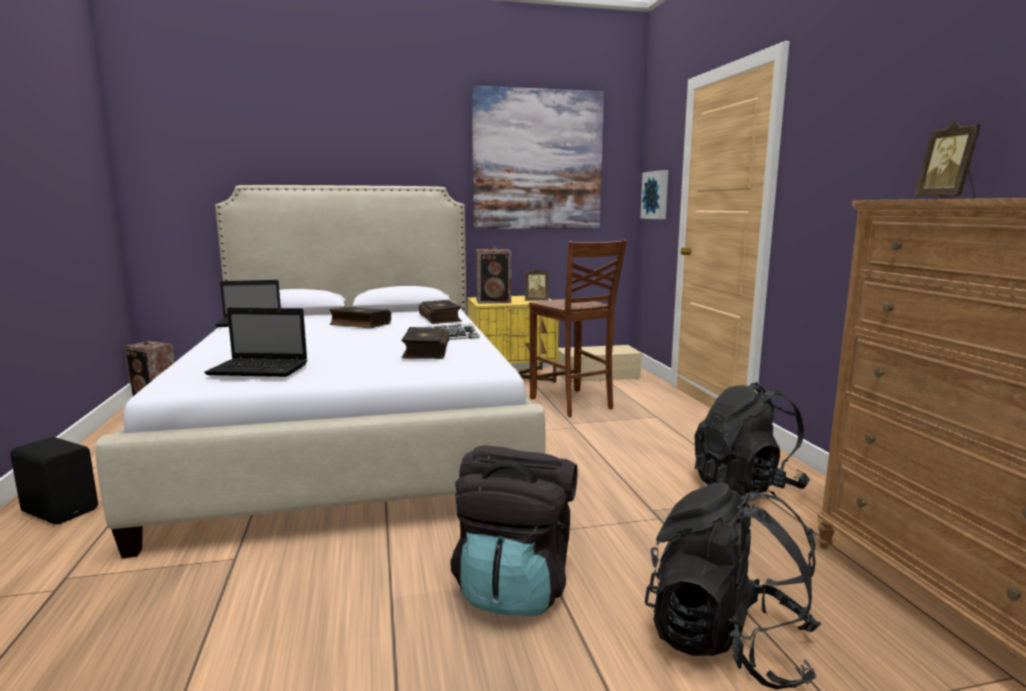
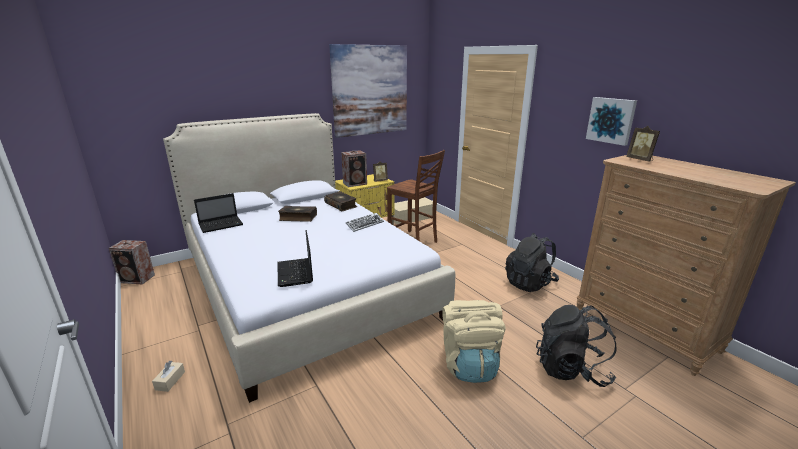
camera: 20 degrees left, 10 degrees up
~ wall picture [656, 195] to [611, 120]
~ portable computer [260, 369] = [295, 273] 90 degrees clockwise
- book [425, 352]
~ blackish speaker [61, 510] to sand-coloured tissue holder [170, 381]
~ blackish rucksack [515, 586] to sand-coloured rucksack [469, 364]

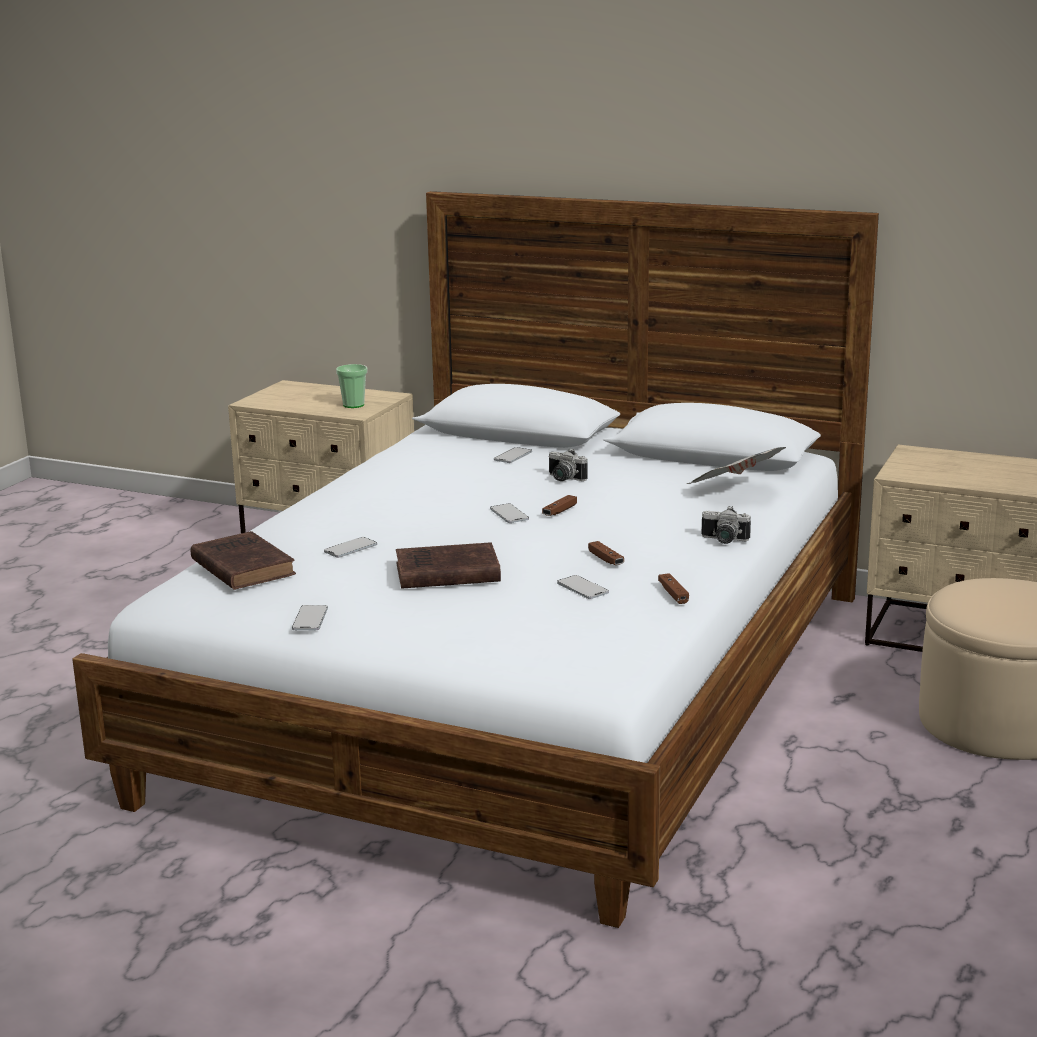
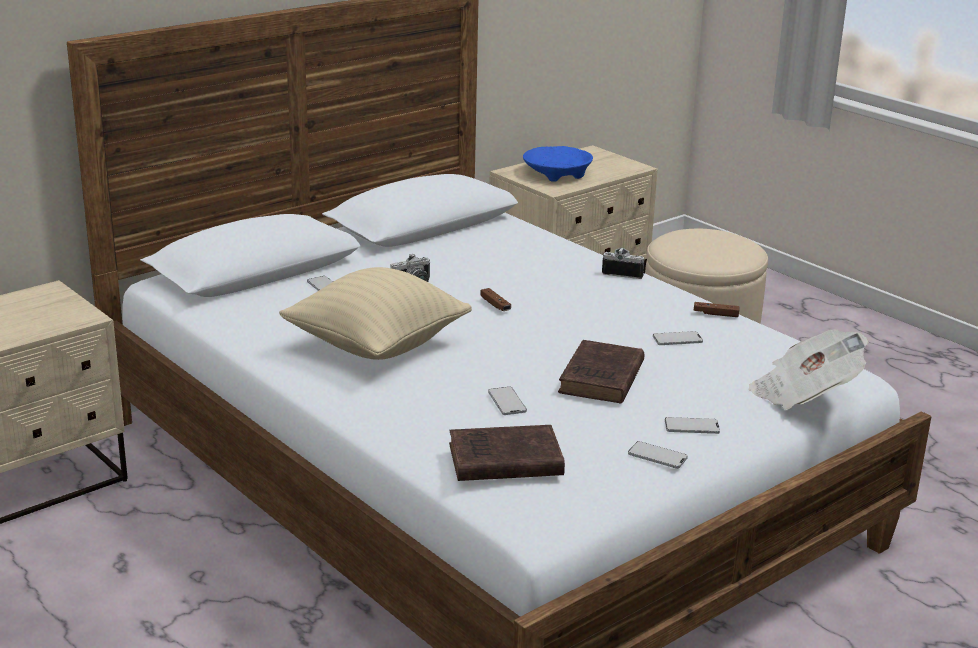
camera: 65 degrees left, 5 degrees up
- small cup [353, 405]
~ daily paper [734, 490] to [804, 394]
~ handset [509, 514] to [691, 427]
~ still camera [723, 541] = [623, 272] 120 degrees counterclockwise
- brownish gamepad [605, 559]
+ blue-coloured bowl [556, 174]
+ sand-coloured cushion [376, 346]

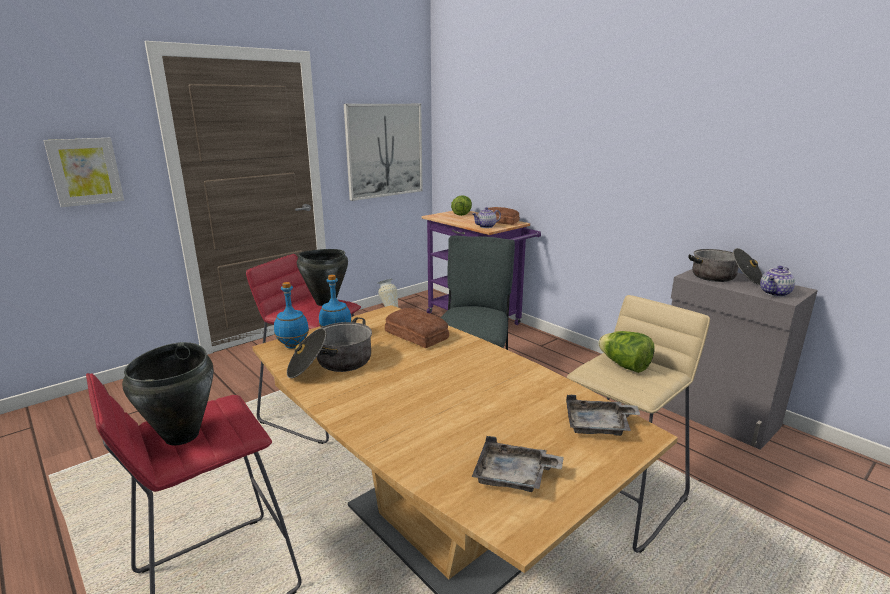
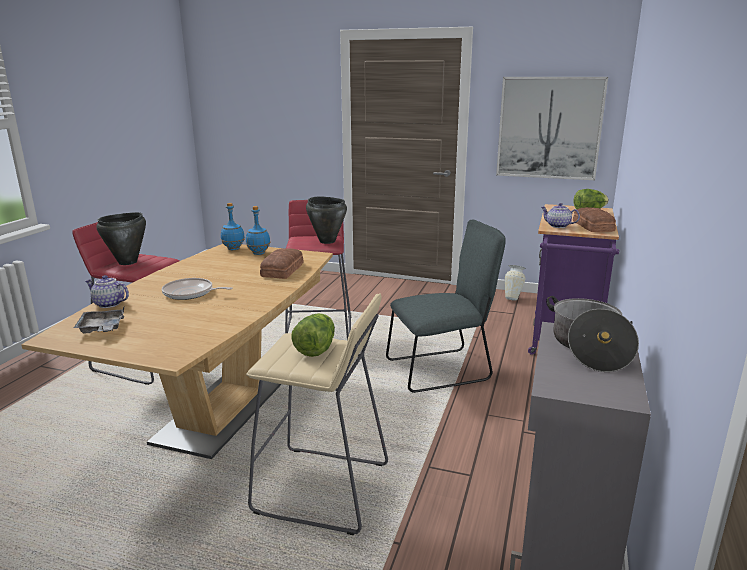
camera: 60 degrees right, 0 degrees up
- wall picture [85, 171]
~ teapot [775, 293] to [108, 304]
- cooking pot [331, 364]
- gray tray [598, 426]
+ skillet [190, 293]

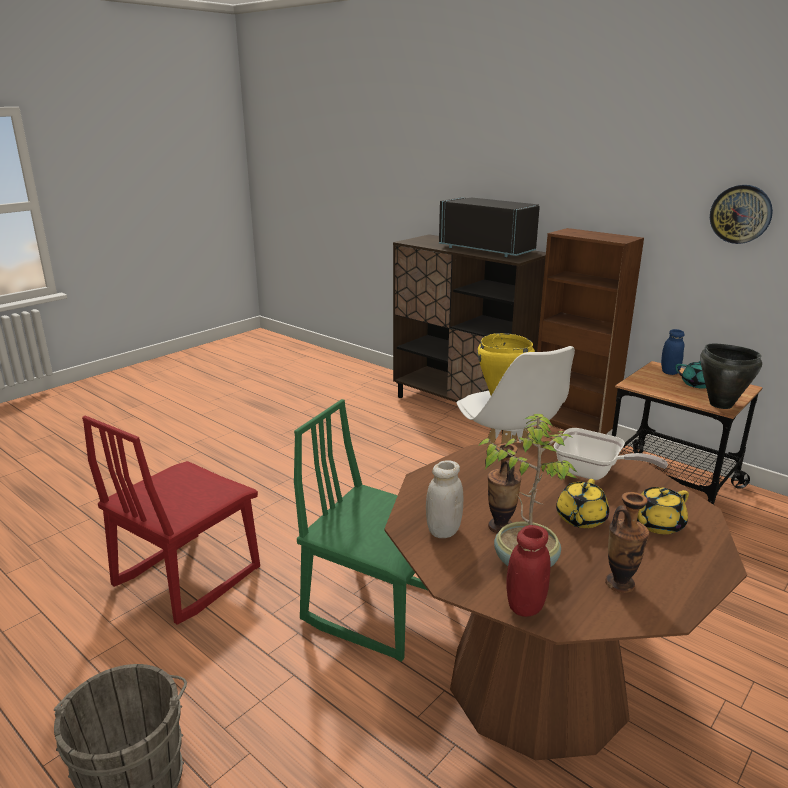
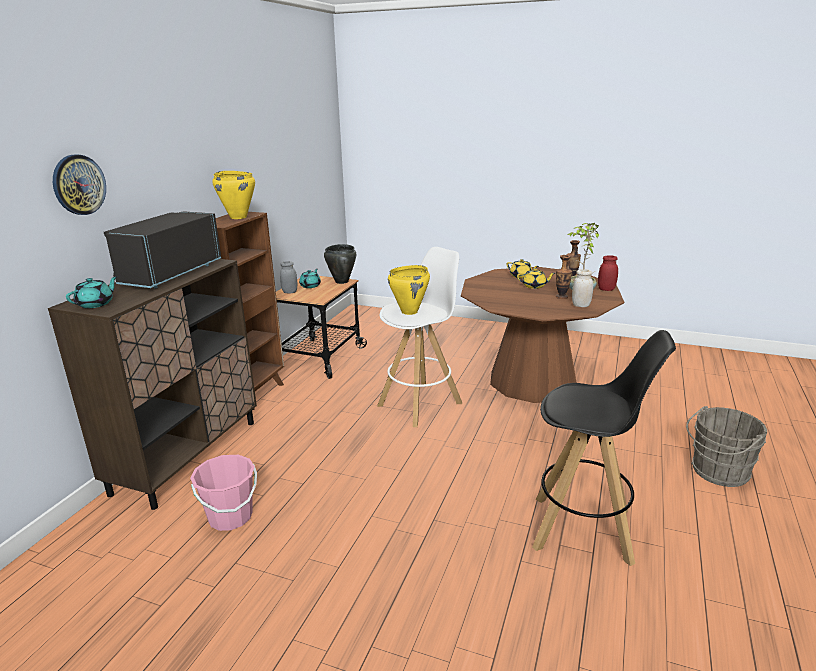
camera: 110 degrees left, 0 degrees up
~ wall clock [740, 214] to [78, 185]
~ blue-coloured storage jar [669, 372] to gray storage jar [289, 292]
- green chair [377, 607]
~ reddish chair [186, 576] to blackish sitting stool [583, 529]
- skillet [593, 473]
+ yellowish cooking pot [238, 217]
+ blue-green teapot [96, 304]
+ pinkish pail [230, 517]

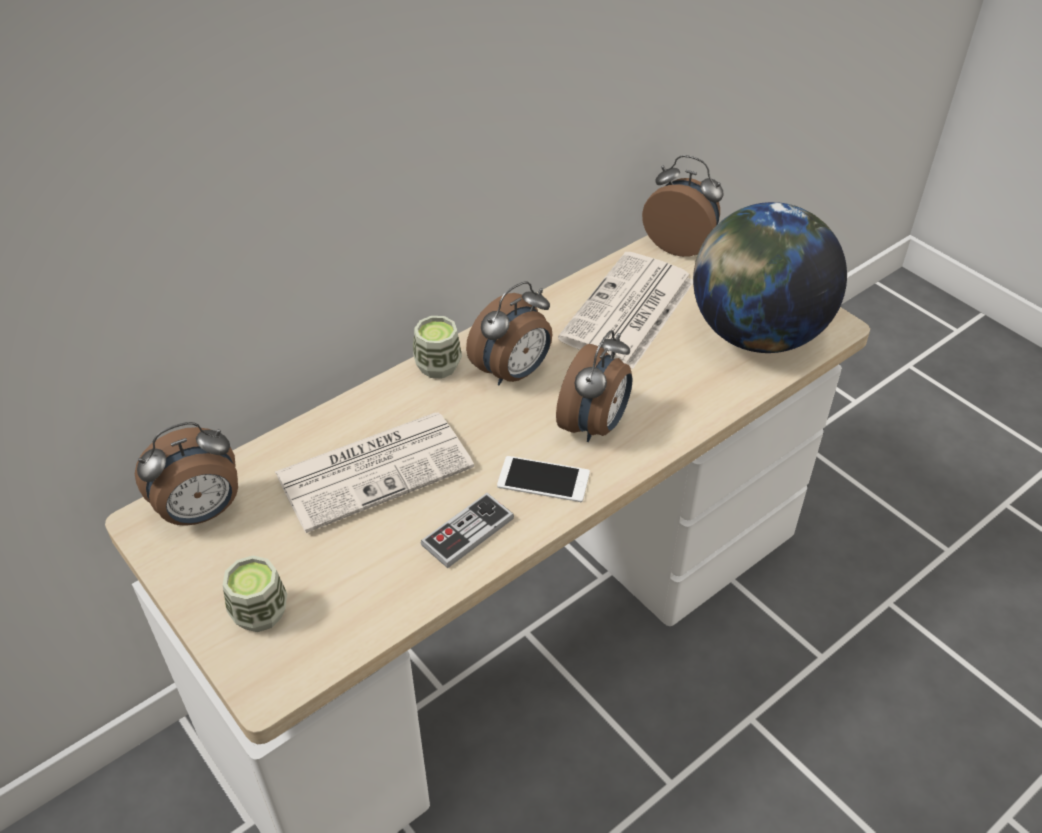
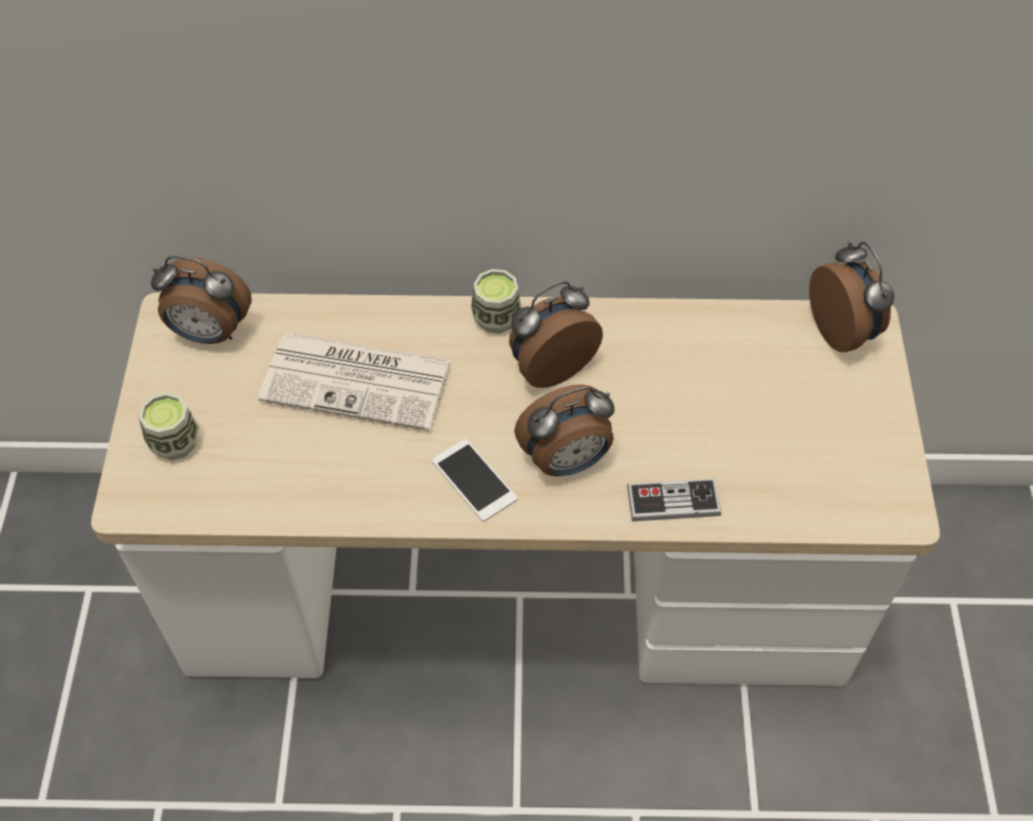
camera: 40 degrees right, 10 degrees up
- desk globe [756, 334]
- daily paper [628, 312]
~ bedside clock [513, 373] = [550, 366] 150 degrees clockwise
~ gamepad [467, 532] to [673, 501]

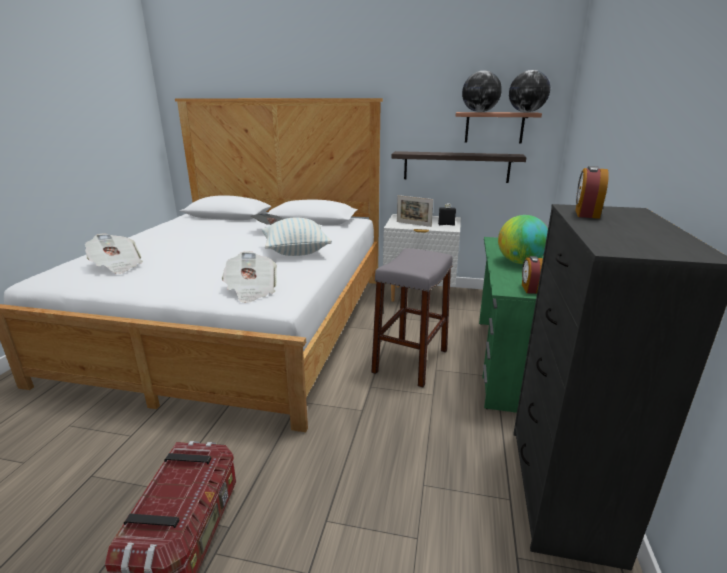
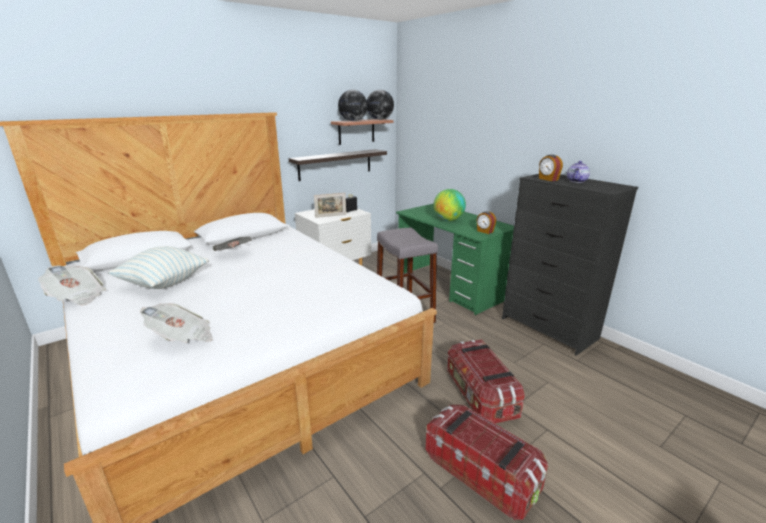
camera: 50 degrees left, 0 degrees up
~ cushion [296, 252] to [164, 283]
~ daily paper [251, 291] to [77, 297]
+ teapot [577, 181]
+ storage bin [479, 395]

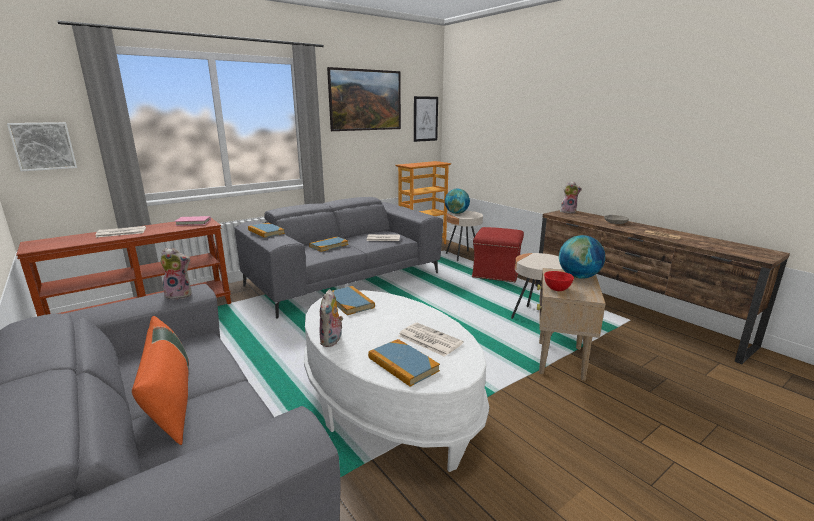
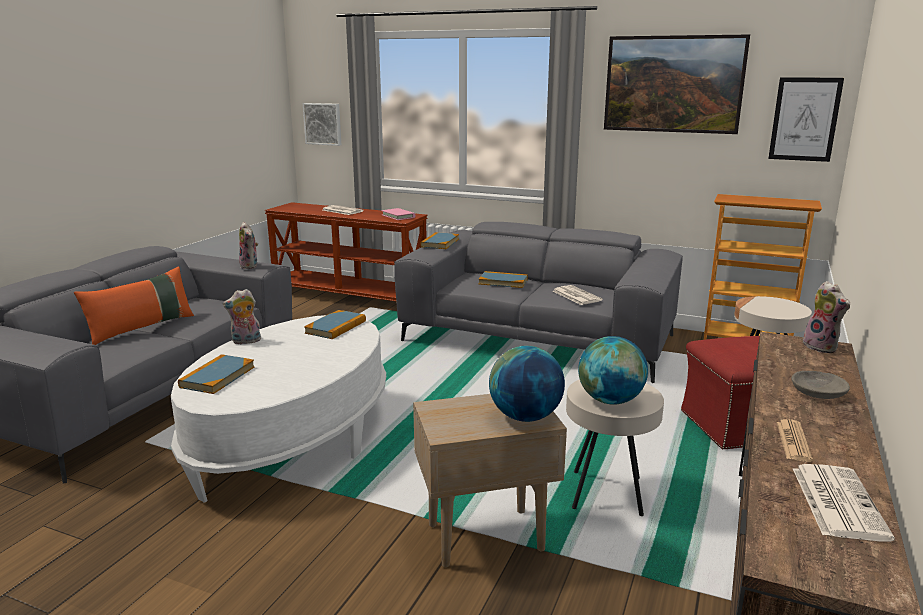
camera: 60 degrees right, 0 degrees up
~ desk globe [456, 213] to [610, 400]
- reddish bowl [556, 289]
~ daily paper [428, 339] to [837, 501]

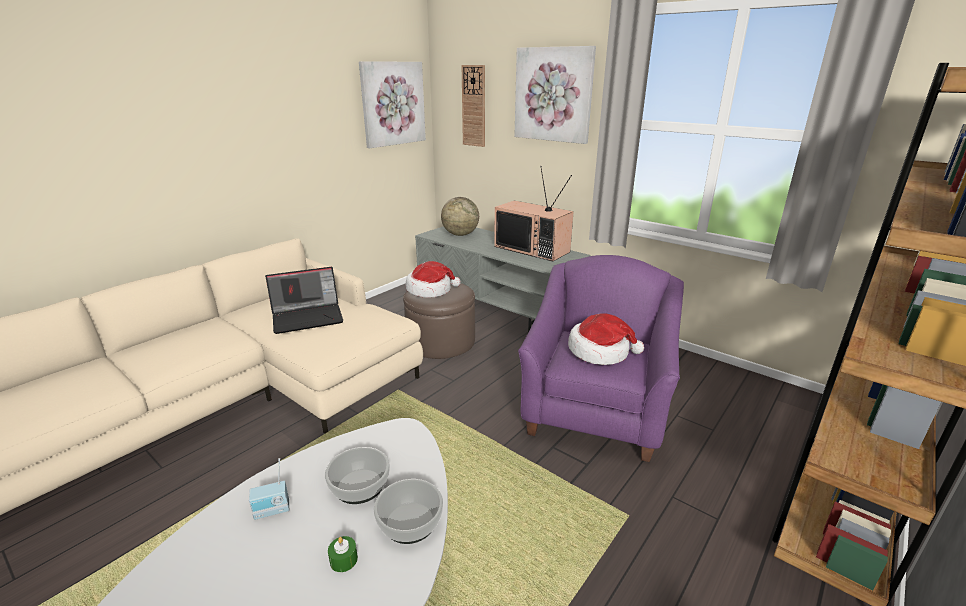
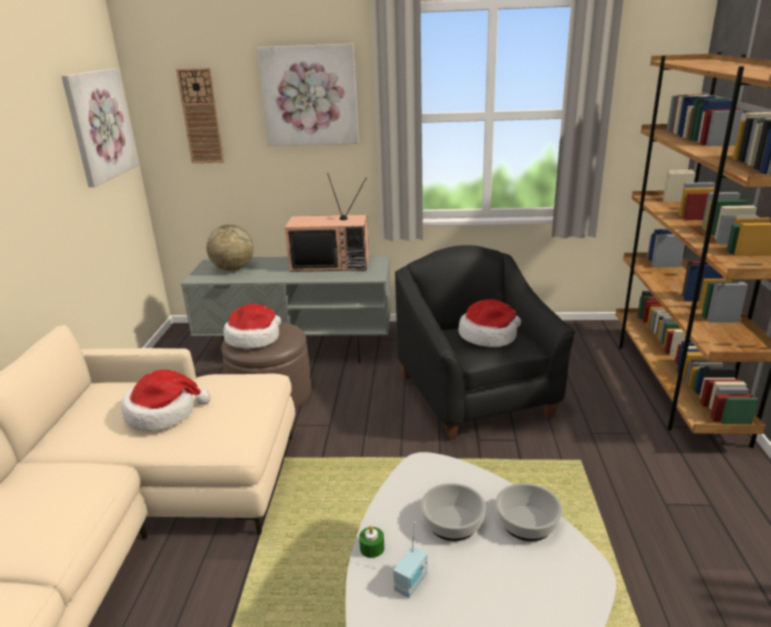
camera: 35 degrees left, 0 degrees up
~ purplish armchair [596, 409] to blackish armchair [476, 395]
~ portable computer [308, 317] to hat [163, 413]
~ green wax light [343, 560] to [372, 548]

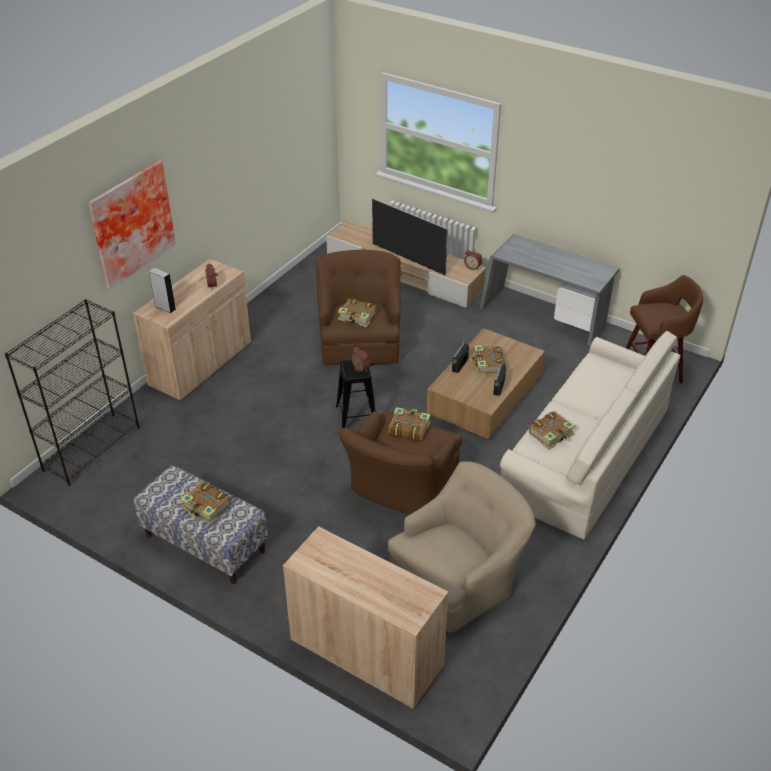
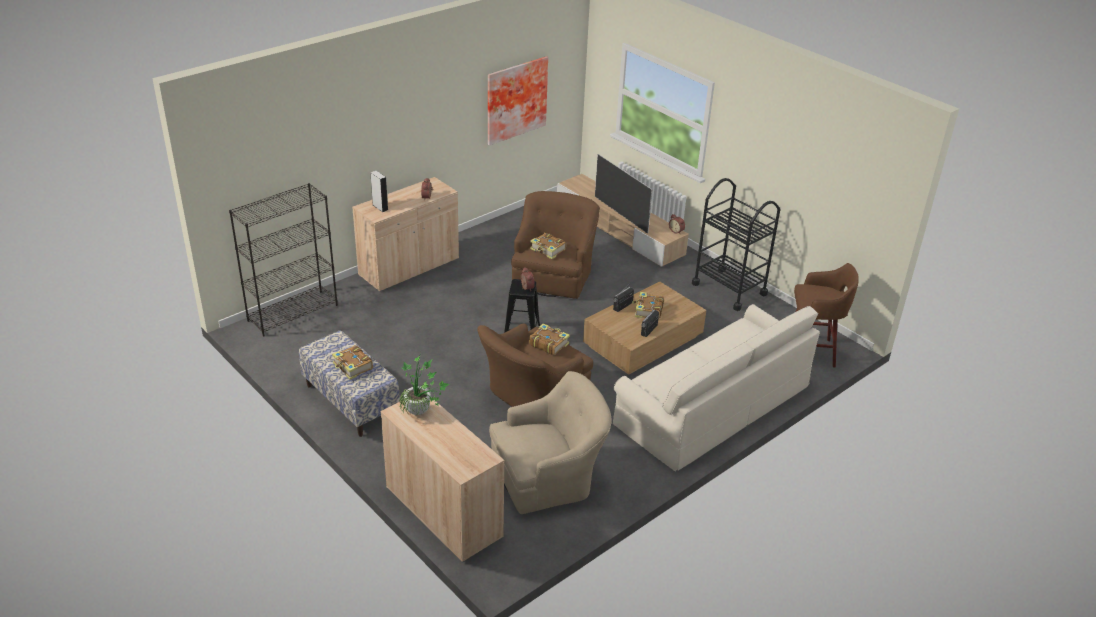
camera: 15 degrees right, 5 degrees down
~ wall picture [130, 223] to [515, 99]
~ gray desk unit [543, 318] to blackish trolley [729, 289]
- book [552, 434]
+ houseplant [421, 413]

